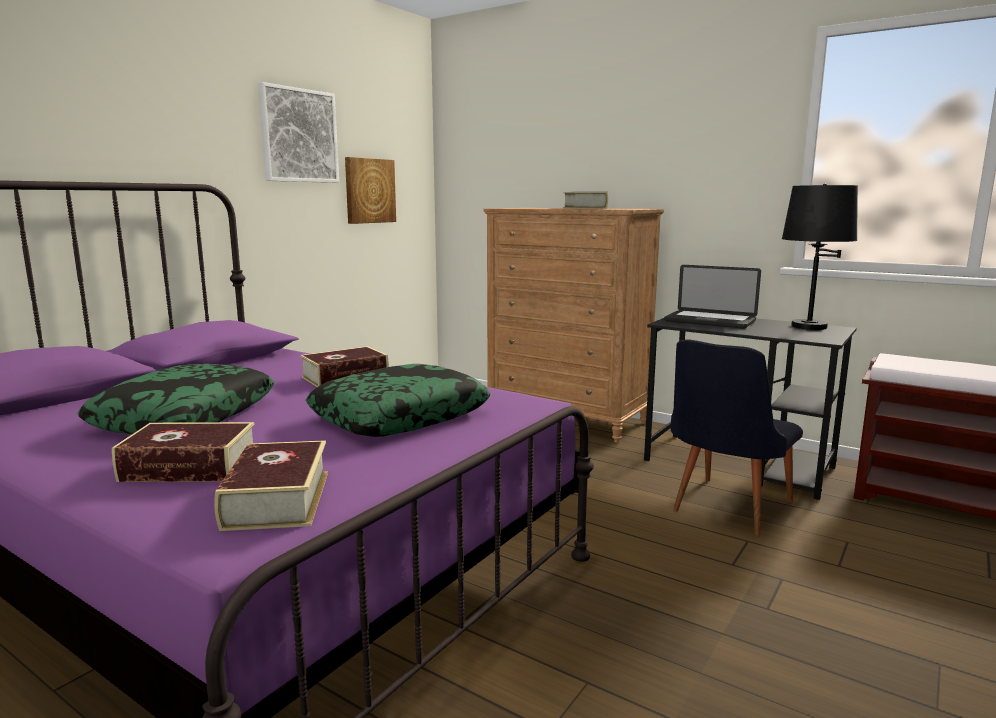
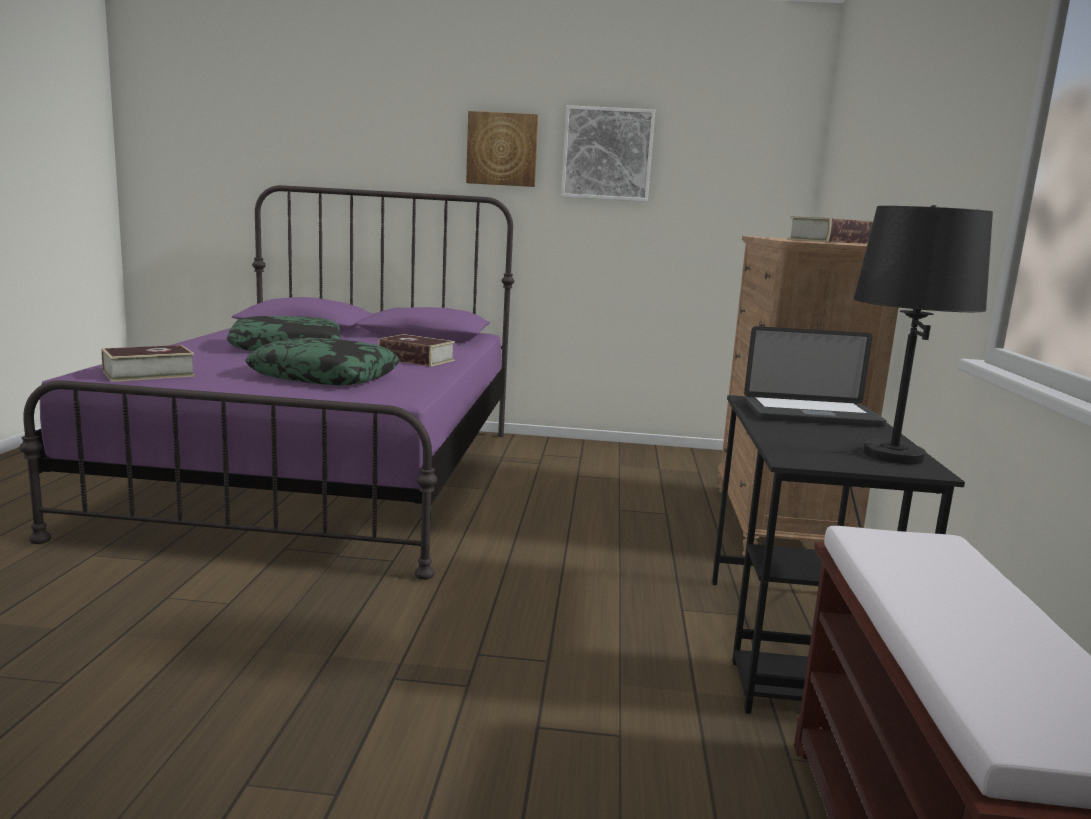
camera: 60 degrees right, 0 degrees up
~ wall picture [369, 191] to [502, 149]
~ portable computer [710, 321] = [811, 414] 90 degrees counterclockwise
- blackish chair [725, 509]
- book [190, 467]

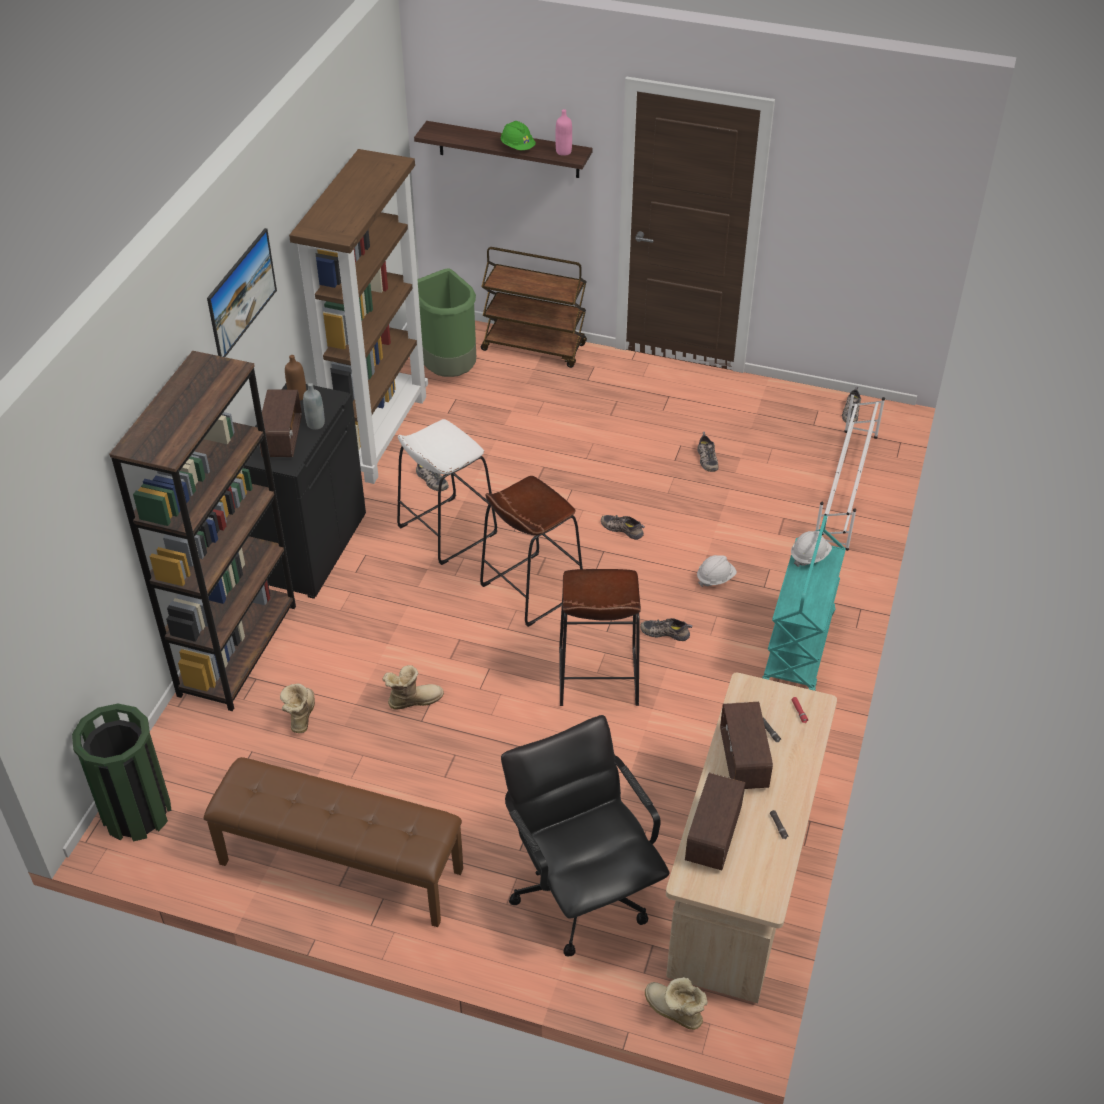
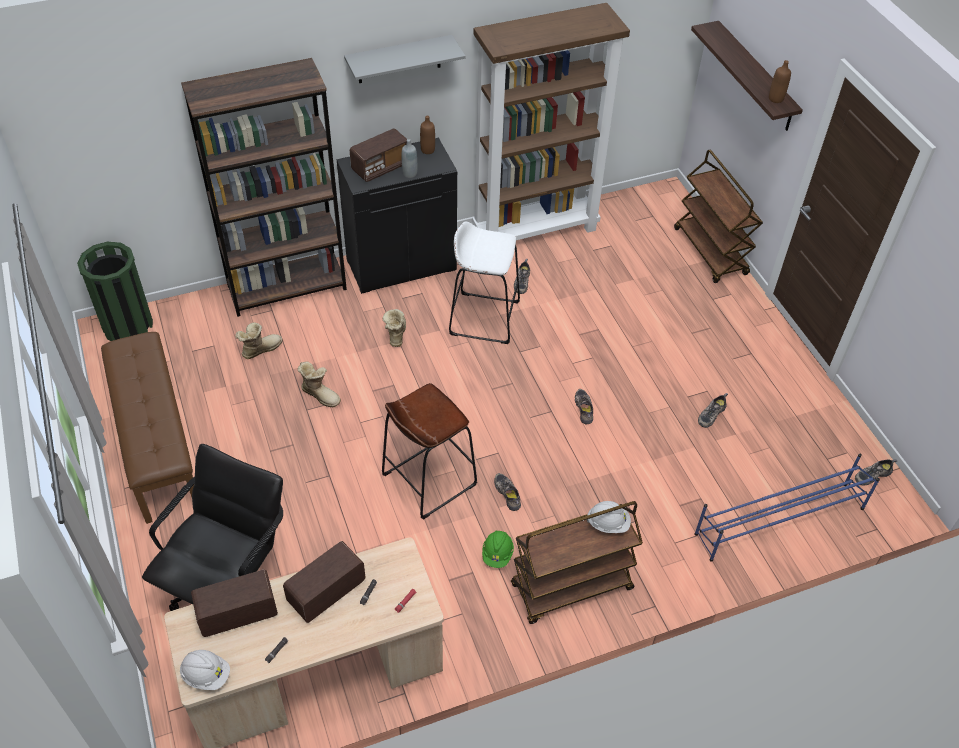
camera: 50 degrees right, 5 degrees up
~ pinkish drink bottle [563, 152] to brownish drink bottle [776, 99]
~ green hard hat [517, 147] to [497, 554]
~ wall picture [244, 309] to gray bracket shelf [399, 59]
- green waste bin [447, 369]
~ white shoe stand [845, 488] to blue-coloured shoe stand [779, 521]
- brownish sitting stool [531, 589]
~ blue-green trolley [799, 649] to brownish trolley [571, 588]
~ white hard hat [715, 578] to [206, 675]
~ boot [674, 1012] to [395, 334]

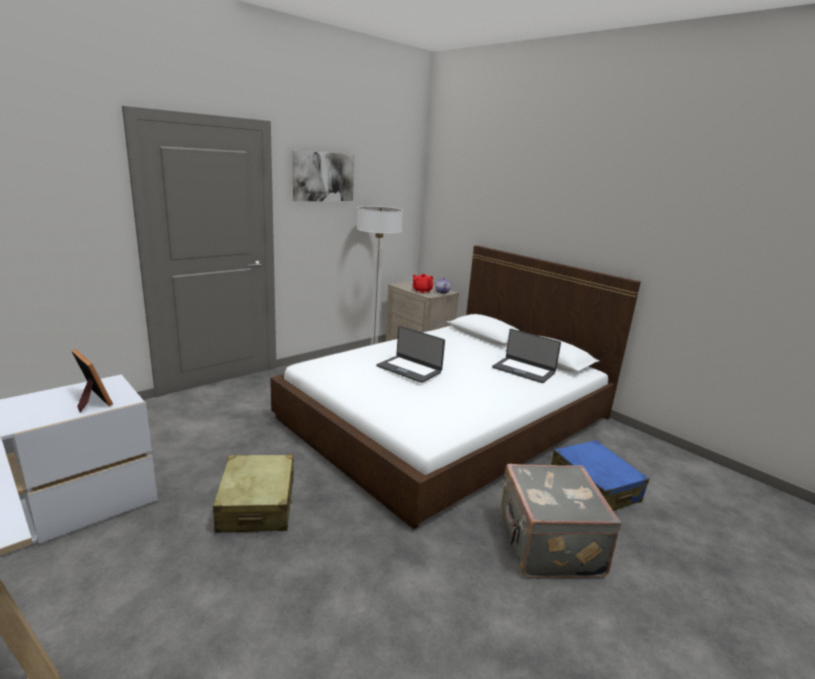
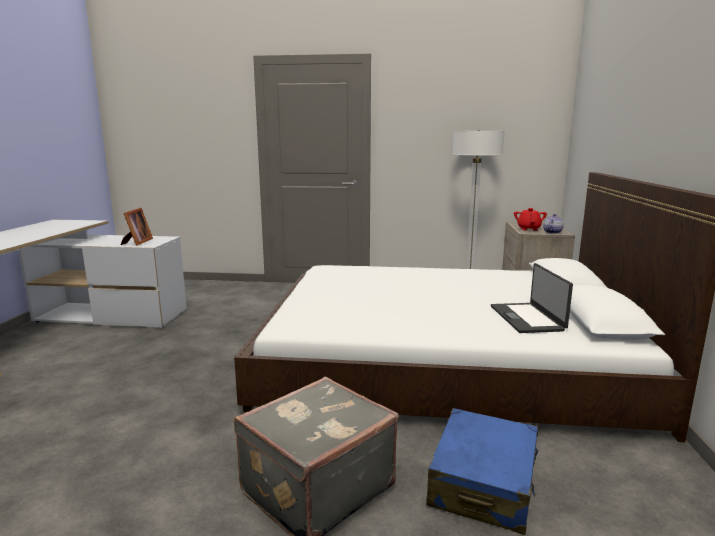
camera: 50 degrees right, 5 degrees down
- wall picture [323, 176]
- portable computer [409, 369]
- sand-coloured piece of luggage [257, 505]

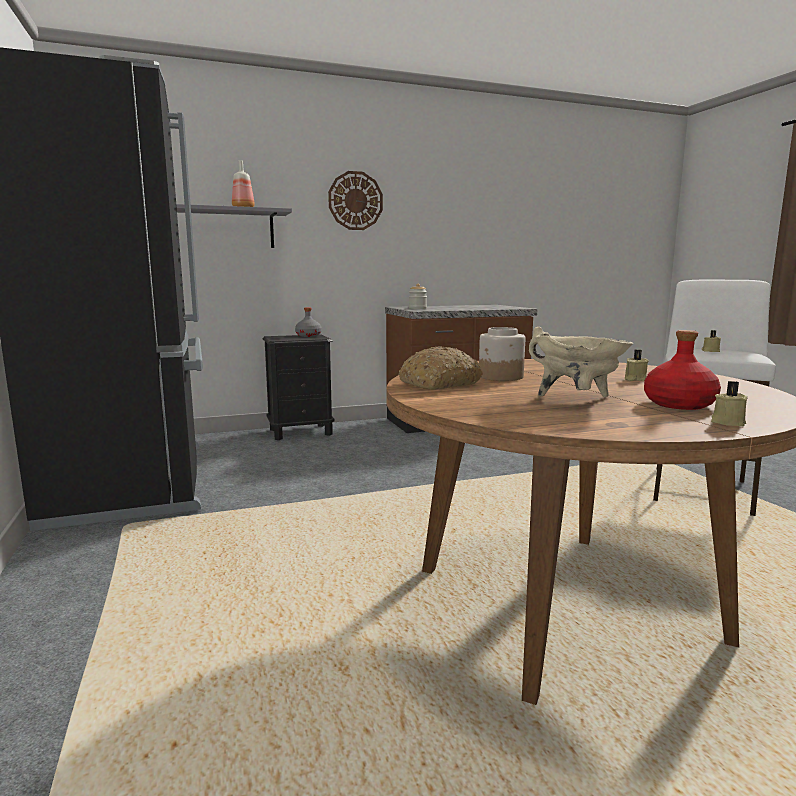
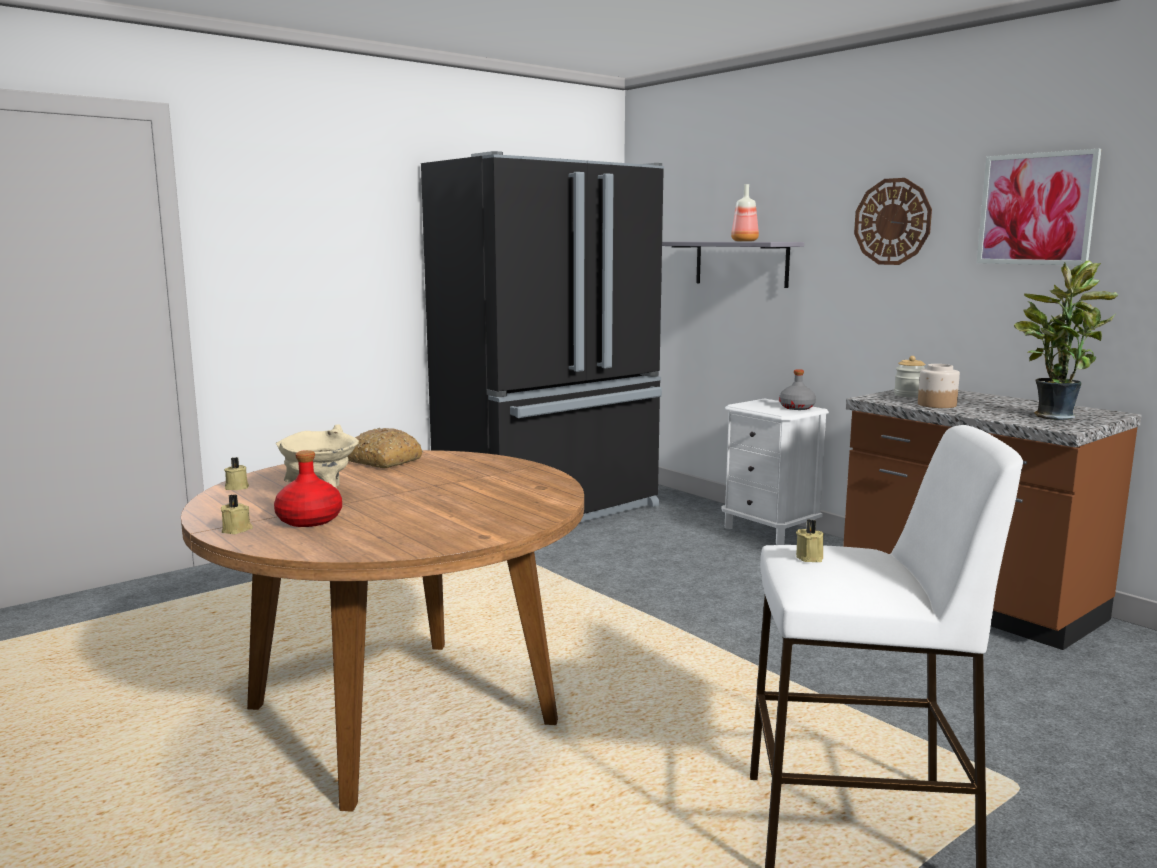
camera: 70 degrees right, 0 degrees up
~ storage jar [500, 377] to [936, 405]
~ blackish night table [301, 432] to white night table [769, 531]
~ sand-coloured wax light [634, 379] to [236, 487]
+ wall picture [1036, 209]
+ houseplant [1052, 416]

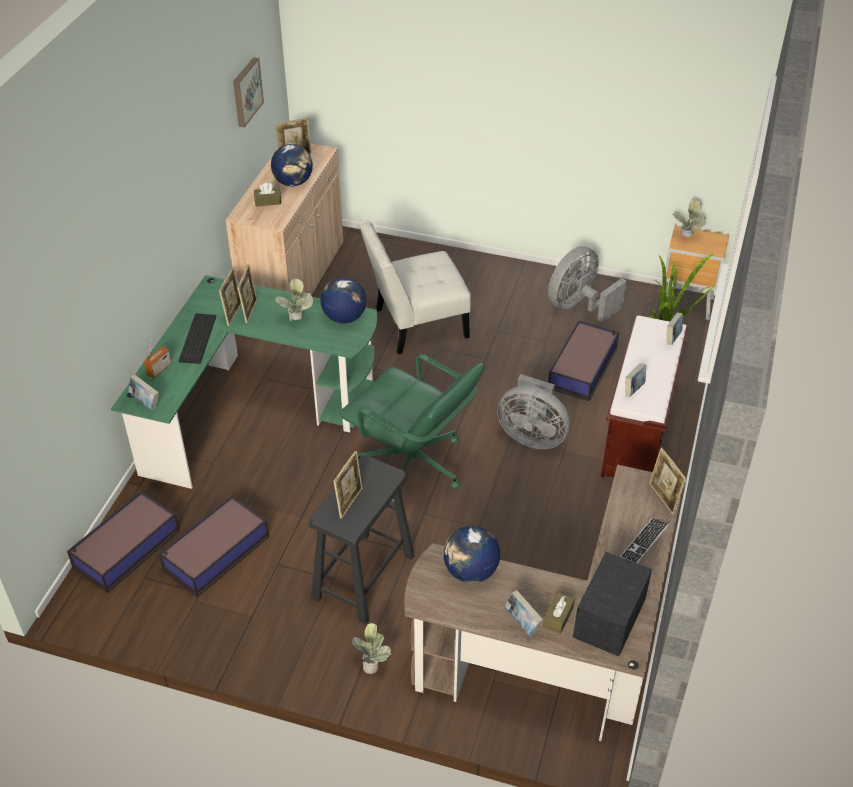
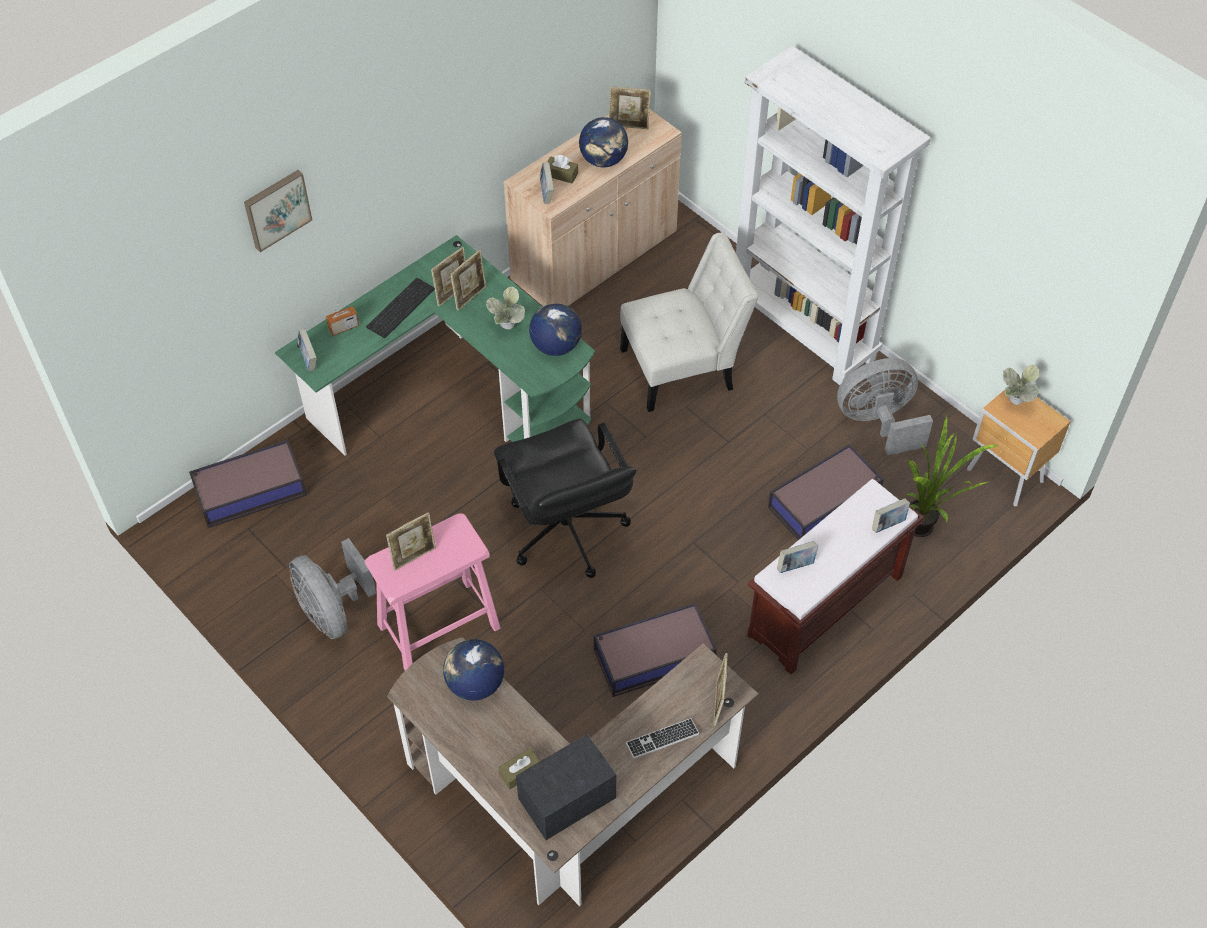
camera: 30 degrees right, 10 degrees up
~ wall picture [246, 91] to [276, 209]
~ white chair [415, 324] = [683, 367] 150 degrees clockwise
~ green computer chair [413, 466] to blackish computer chair [566, 532]
~ gray cooling fan [532, 436] to [333, 611]
~ blackish sitting stool [364, 576] to pinkish sitting stool [439, 626]
~ storage bin [215, 554] to [652, 656]
~ book [522, 623] to [546, 193]
- houseplant [372, 663]
+ white bookcase [804, 330]

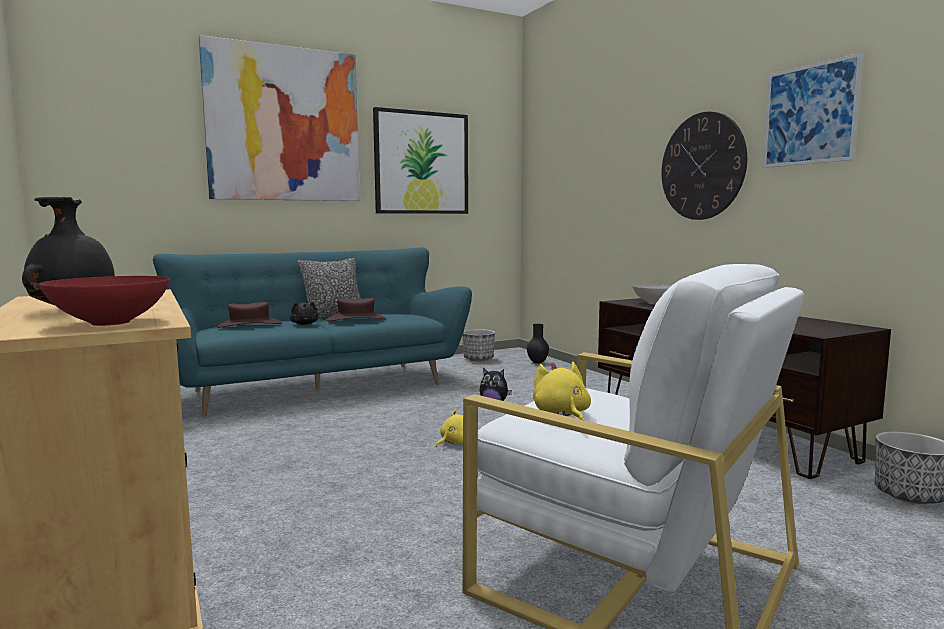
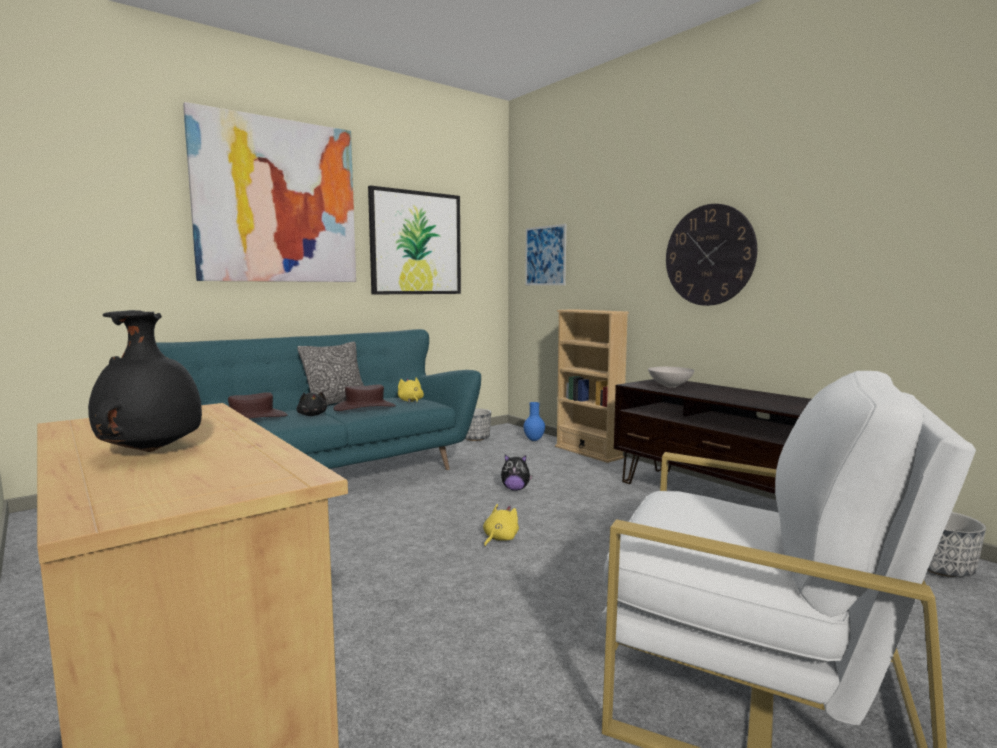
camera: 10 degrees left, 0 degrees up
~ wall picture [809, 114] to [545, 256]
- reddish bowl [110, 322]
~ blackish vase [538, 362] to blue-coloured vase [534, 440]
~ yellowish cuddly toy [561, 415] to [410, 401]
+ sand-coloured bookcase [588, 452]

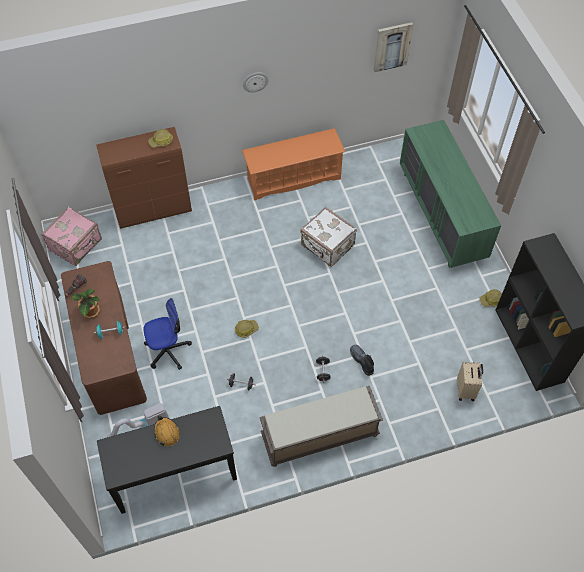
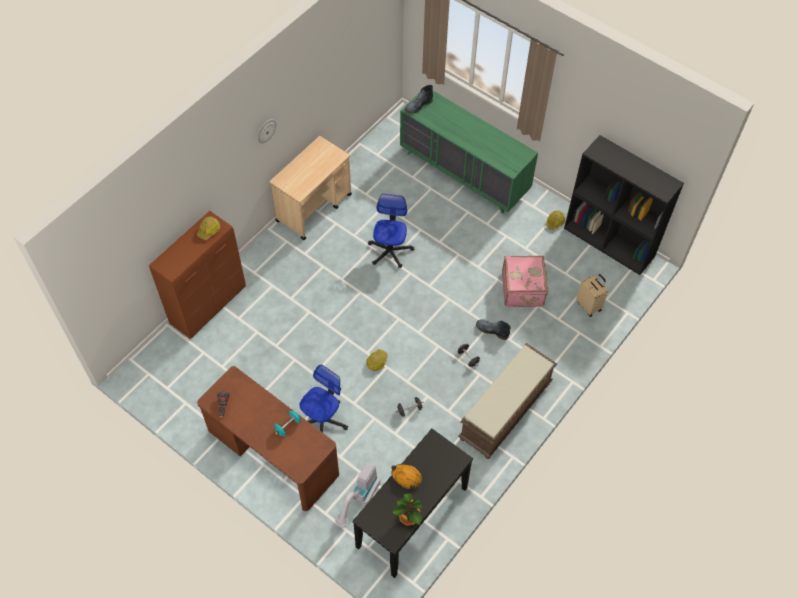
camera: 35 degrees left, 0 degrees up
- wall picture [392, 46]
~ orange shoe stand [293, 178] to sand-coloured trolley [314, 207]
~ pinkish piece of luggage [76, 245] to [523, 289]
~ white piece of luggage [327, 246] to computer chair [390, 251]
~ houseplant [90, 312] to [408, 517]
+ boot [418, 106]

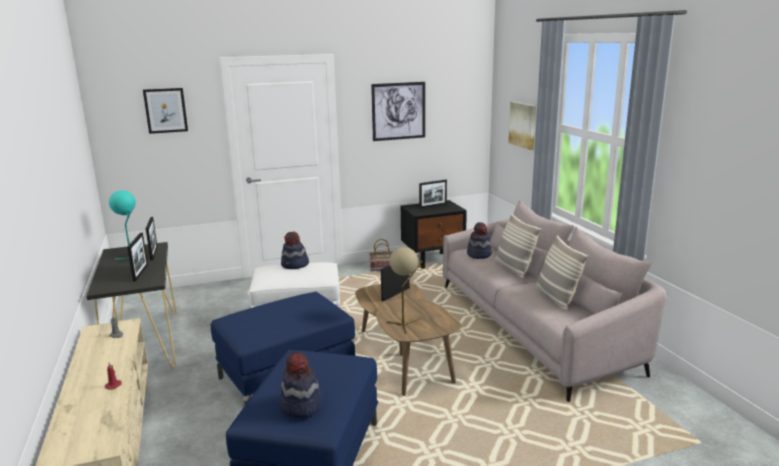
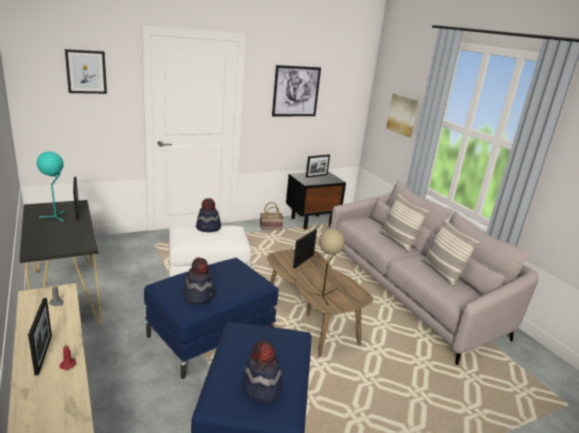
camera: 10 degrees left, 5 degrees up
~ hat [479, 254] to [199, 295]
~ photo frame [140, 273] to [43, 354]

